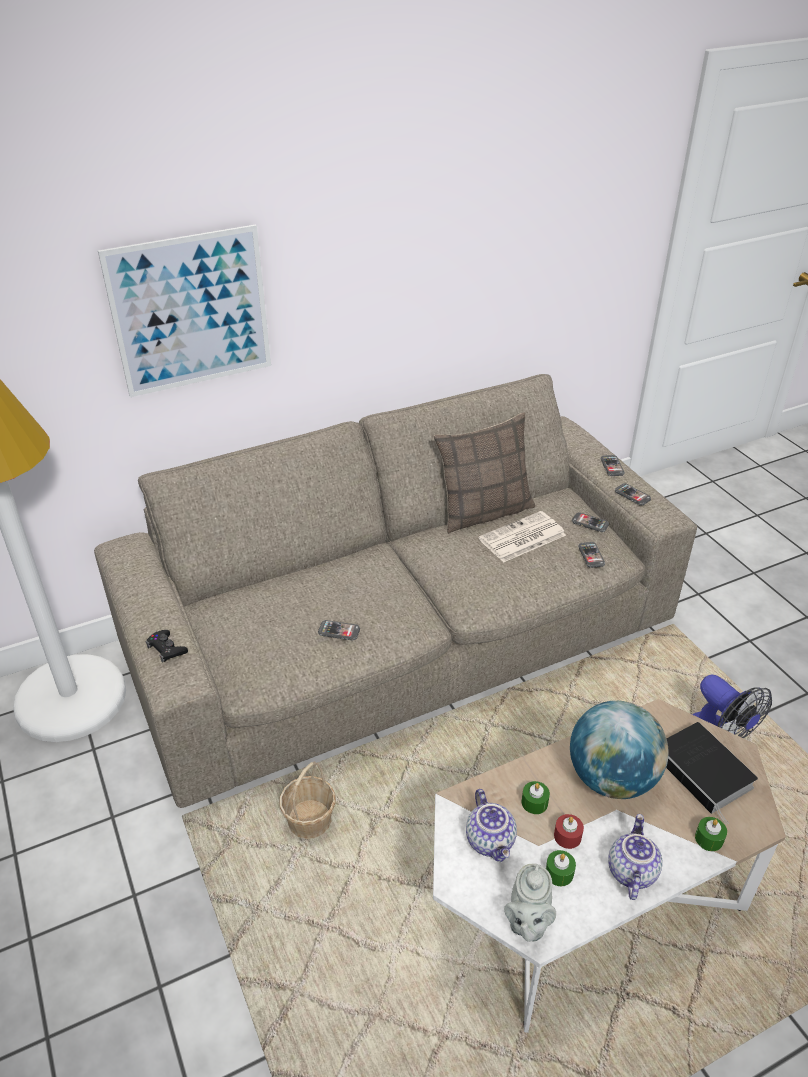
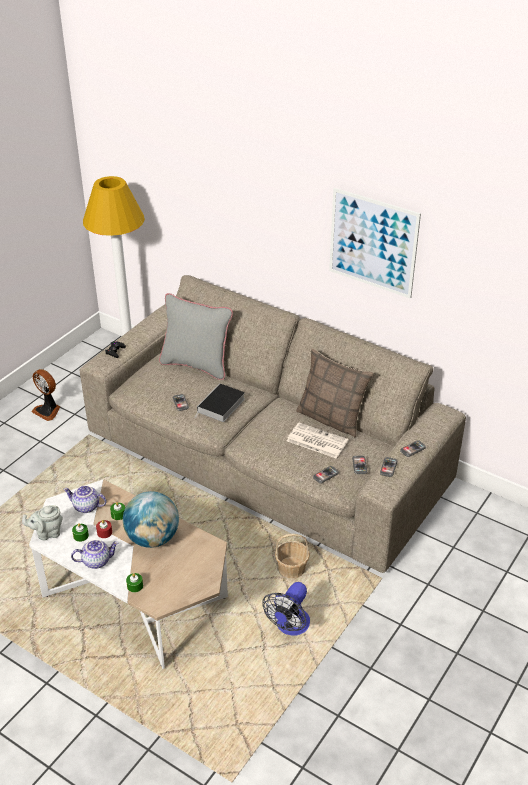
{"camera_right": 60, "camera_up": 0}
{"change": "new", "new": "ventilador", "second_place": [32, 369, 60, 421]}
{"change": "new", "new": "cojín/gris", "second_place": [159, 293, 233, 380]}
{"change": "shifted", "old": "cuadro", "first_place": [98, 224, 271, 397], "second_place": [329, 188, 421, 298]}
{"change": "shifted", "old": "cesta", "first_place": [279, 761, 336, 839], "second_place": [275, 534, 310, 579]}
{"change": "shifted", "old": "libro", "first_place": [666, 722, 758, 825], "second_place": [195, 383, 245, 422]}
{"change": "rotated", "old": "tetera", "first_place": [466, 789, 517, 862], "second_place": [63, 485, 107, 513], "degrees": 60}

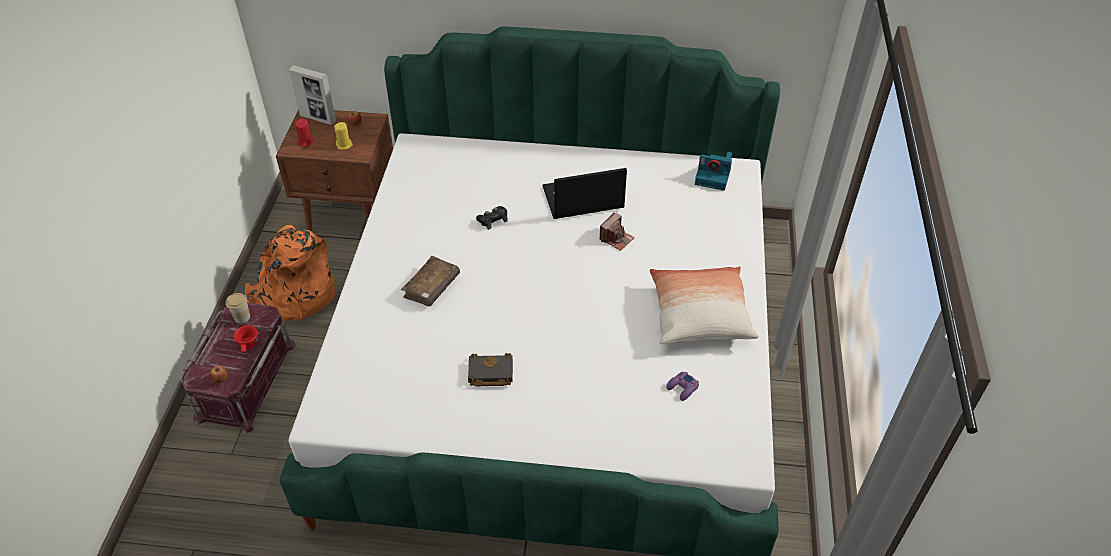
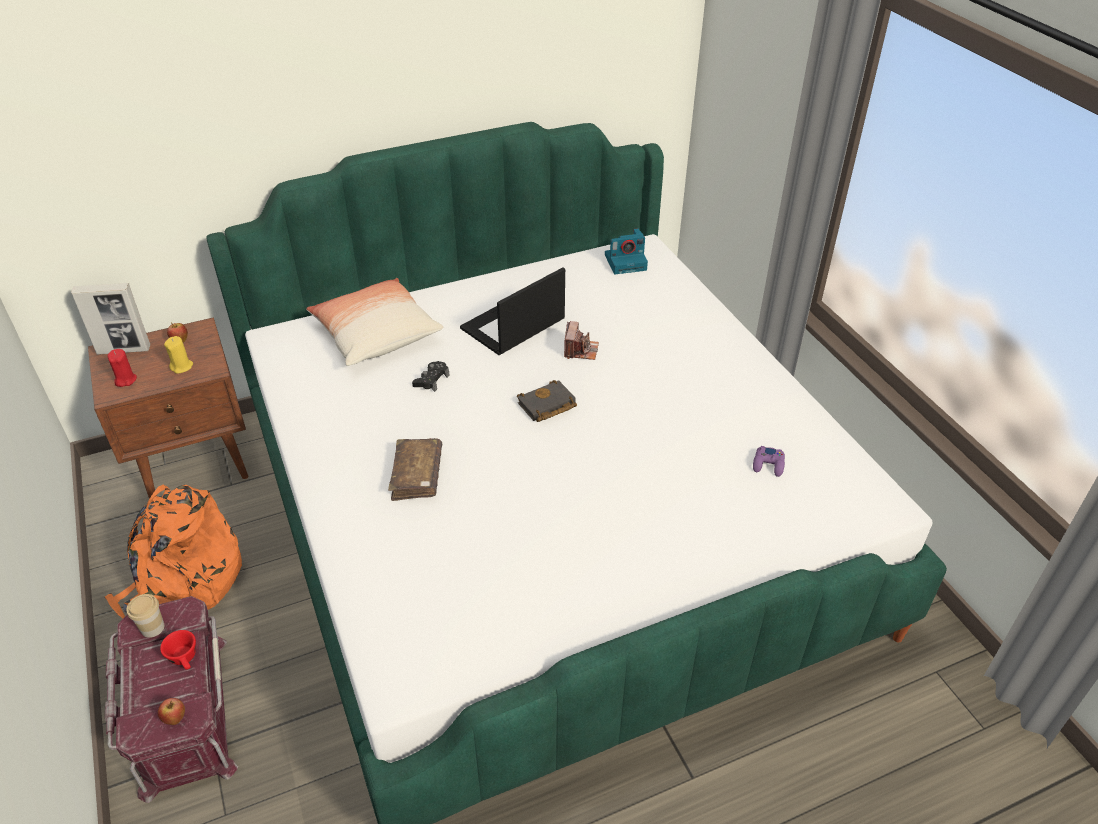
{"camera_right": -30, "camera_up": -5}
{"change": "shifted", "old": "libro/negro", "first_place": [468, 353, 513, 386], "second_place": [517, 380, 577, 422]}
{"change": "shifted", "old": "cojín", "first_place": [650, 266, 759, 344], "second_place": [306, 278, 443, 366]}

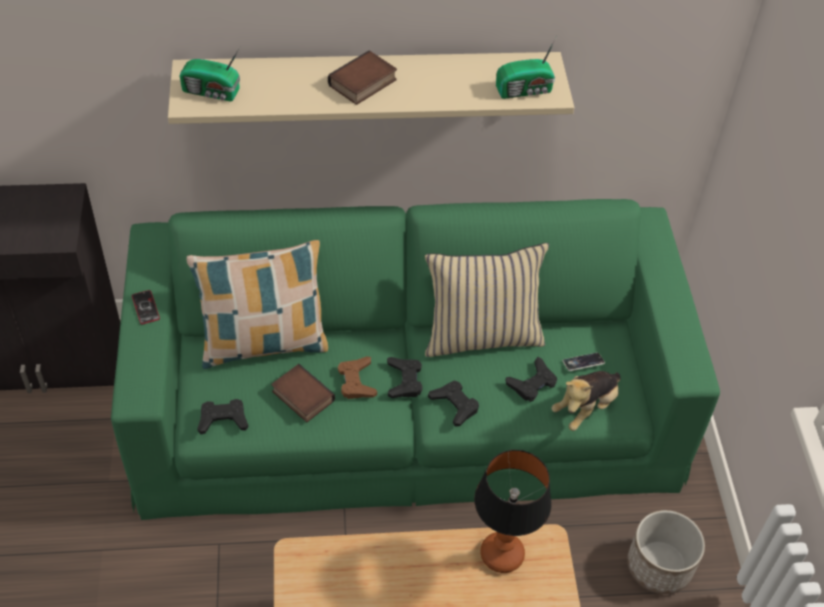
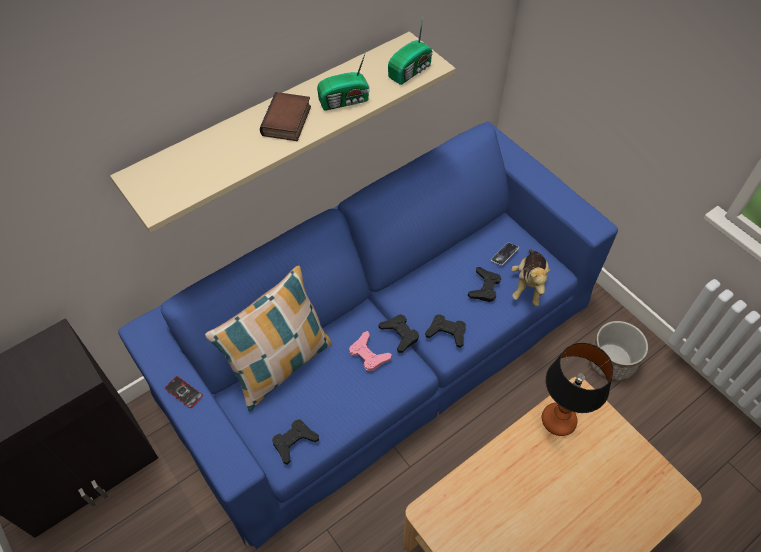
{"camera_right": -30, "camera_up": 5}
{"change": "gone", "old": "libro", "first_place": [271, 364, 335, 422]}
{"change": "gone", "old": "cojín/beis", "first_place": [425, 243, 549, 357]}
{"change": "shifted", "old": "radio", "first_place": [180, 46, 241, 101], "second_place": [317, 51, 370, 111]}
{"change": "repainted", "old": "sofá/verde", "new": "sofá/azul", "first_place": [111, 199, 720, 520], "second_place": [118, 121, 618, 549]}
{"change": "repainted", "old": "mando de consola/marrón", "new": "mando de consola/rosa", "first_place": [338, 356, 377, 399], "second_place": [349, 331, 392, 371]}

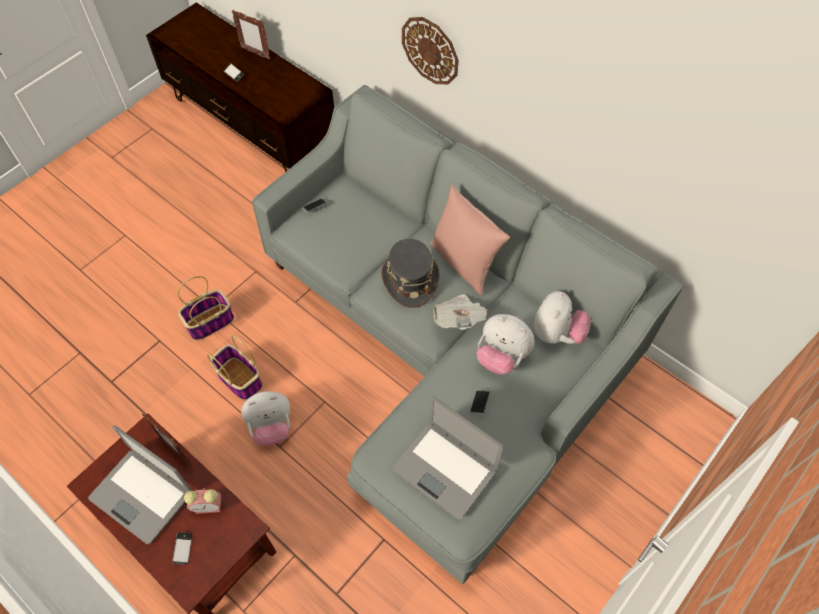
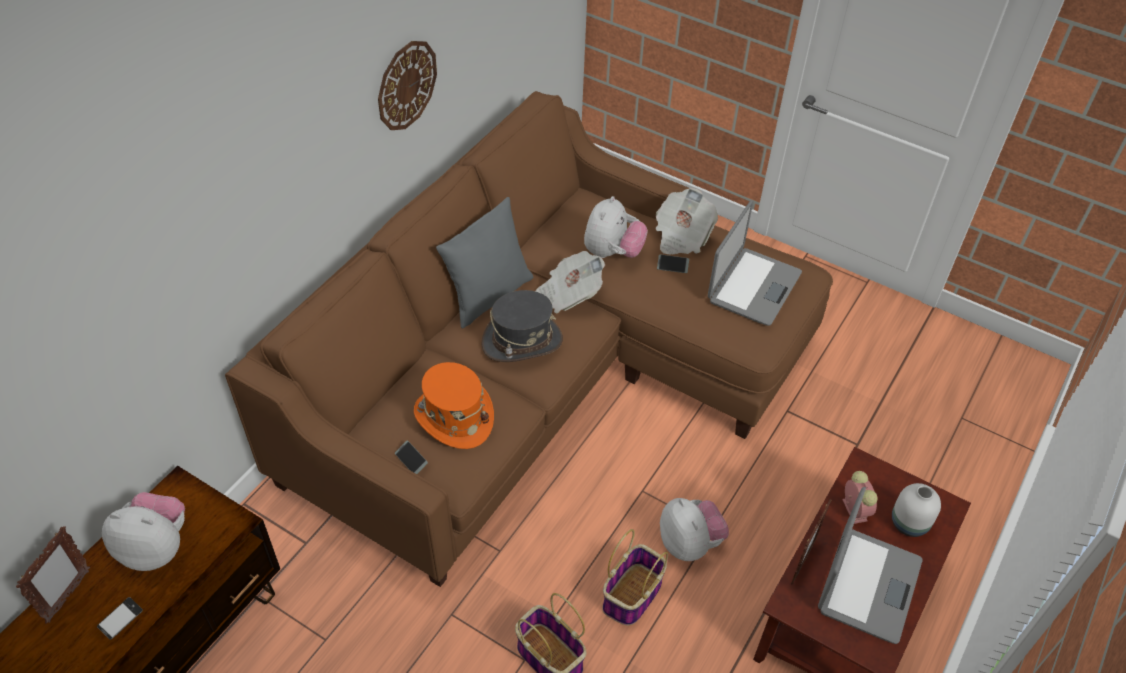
{"camera_right": -100, "camera_up": -10}
{"change": "new", "new": "sombrero/naranja", "second_place": [414, 362, 494, 449]}
{"change": "new", "new": "periódico", "second_place": [656, 188, 718, 255]}
{"change": "shifted", "old": "reloj de pared", "first_place": [402, 17, 459, 85], "second_place": [378, 41, 437, 130]}
{"change": "shifted", "old": "peluche", "first_place": [534, 291, 591, 344], "second_place": [102, 492, 185, 571]}
{"change": "swapped", "old": "móvil", "new": "florero/blanco", "first_place": [172, 532, 192, 565], "second_place": [892, 483, 941, 537]}
{"change": "repainted", "old": "sofá/gris", "new": "sofá/marrón", "first_place": [252, 85, 684, 584], "second_place": [225, 91, 833, 587]}
{"change": "repainted", "old": "cojín/rosa", "new": "cojín/gris", "first_place": [431, 184, 510, 296], "second_place": [436, 197, 533, 328]}

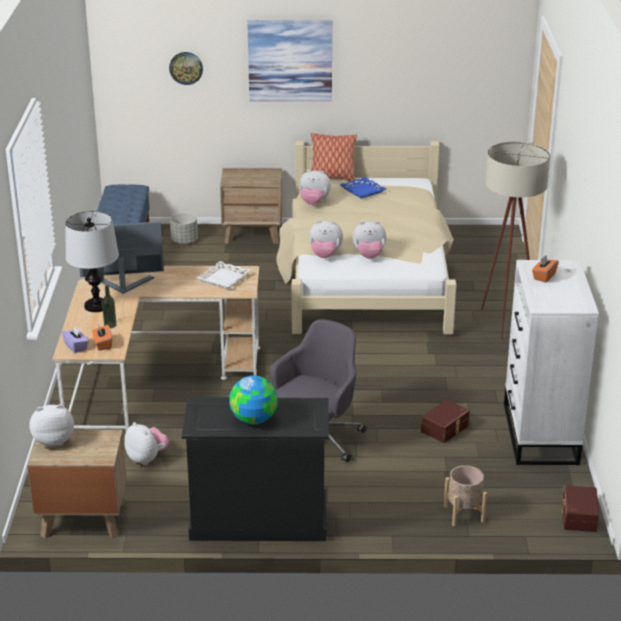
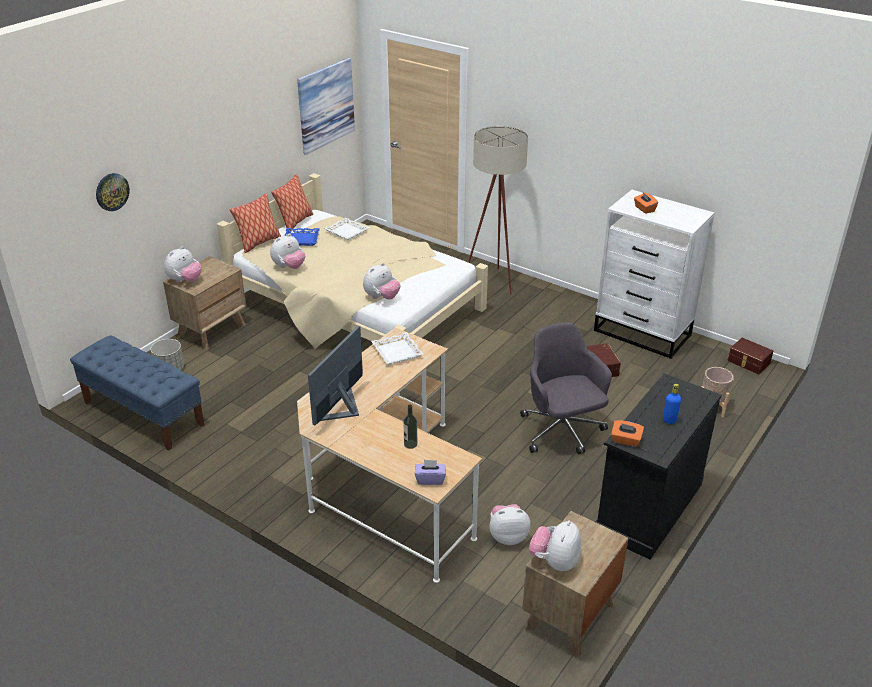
{"camera_right": -55, "camera_up": 5}
{"change": "gone", "old": "lámpara de mesa", "first_place": [66, 211, 119, 312]}
{"change": "new", "new": "cojín", "second_place": [271, 174, 313, 231]}
{"change": "new", "new": "bandeja/blanco", "second_place": [324, 218, 369, 240]}
{"change": "shifted", "old": "caja de pañuelos/naranja", "first_place": [92, 324, 112, 350], "second_place": [611, 420, 644, 447]}
{"change": "shifted", "old": "cuadro", "first_place": [247, 20, 332, 102], "second_place": [297, 58, 355, 155]}
{"change": "shifted", "old": "peluche", "first_place": [352, 221, 386, 259], "second_place": [164, 246, 202, 283]}
{"change": "swapped", "old": "globo terráqueo", "new": "botella/azul", "first_place": [229, 376, 278, 424], "second_place": [663, 384, 681, 424]}

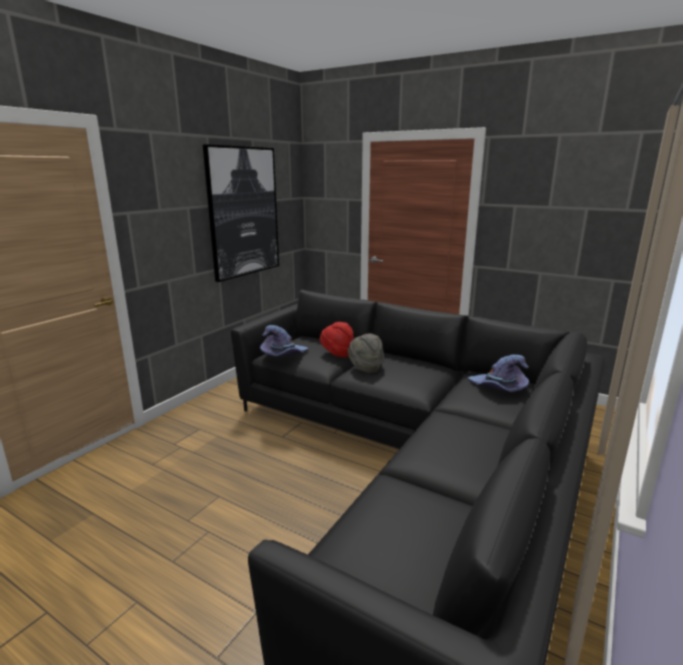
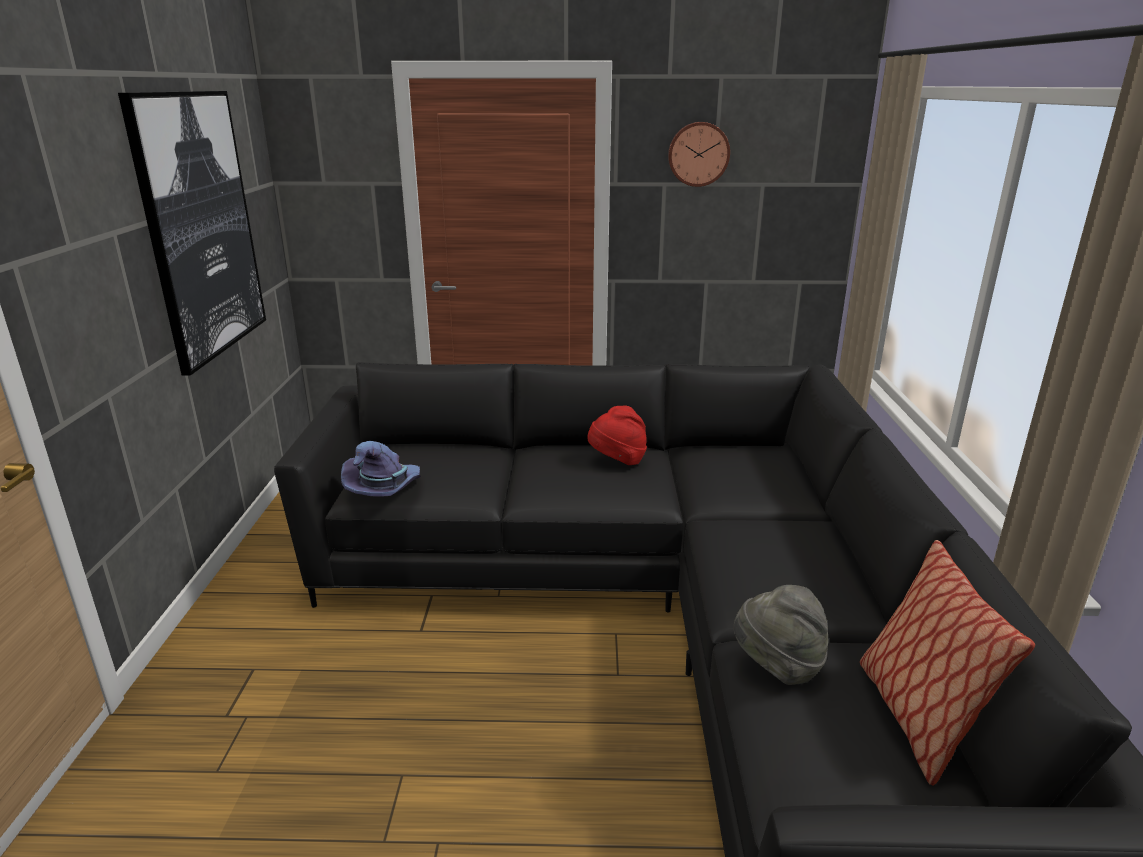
{"camera_right": -30, "camera_up": 5}
{"change": "gone", "old": "sombrero/morado", "first_place": [468, 355, 529, 392]}
{"change": "new", "new": "reloj de pared", "second_place": [668, 122, 730, 187]}
{"change": "new", "new": "cojín", "second_place": [860, 540, 1035, 785]}
{"change": "shifted", "old": "sombrero/rojo", "first_place": [319, 322, 354, 358], "second_place": [587, 406, 647, 465]}
{"change": "shifted", "old": "sombrero/gris", "first_place": [348, 333, 384, 373], "second_place": [734, 585, 829, 685]}

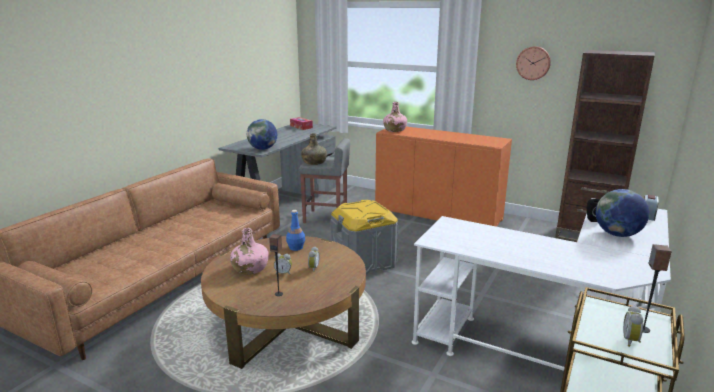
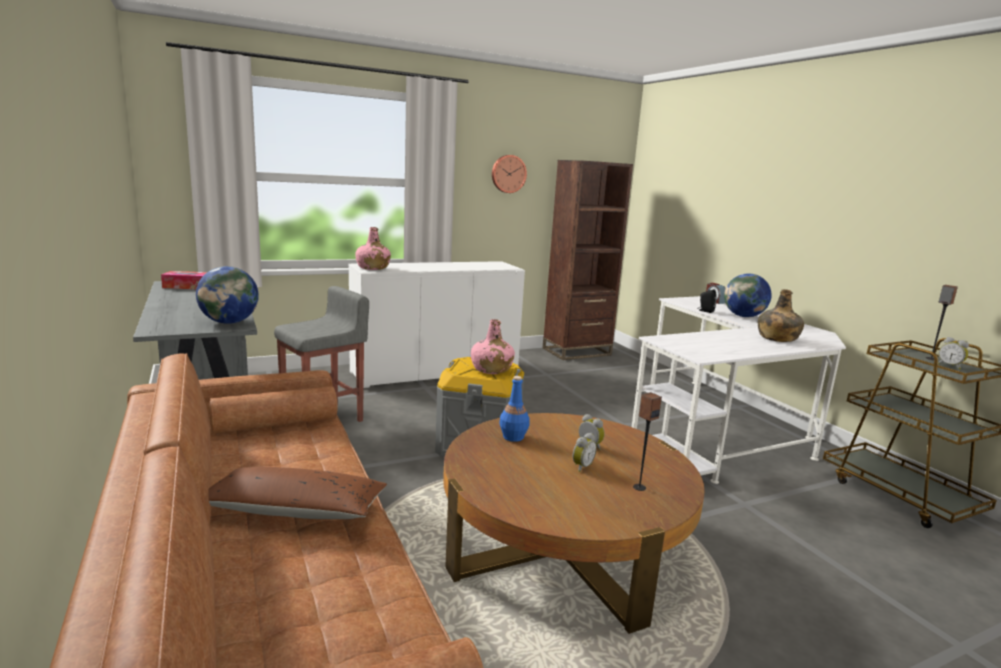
{"camera_right": -55, "camera_up": -5}
{"change": "new", "new": "cojín/marrón", "second_place": [209, 467, 387, 519]}
{"change": "shifted", "old": "botella/rosa", "first_place": [230, 228, 269, 275], "second_place": [471, 319, 515, 374]}
{"change": "shifted", "old": "botella/verde", "first_place": [301, 133, 327, 165], "second_place": [758, 289, 804, 342]}
{"change": "repainted", "old": "armario/naranja", "new": "armario/blanco", "first_place": [375, 127, 512, 227], "second_place": [349, 261, 525, 388]}

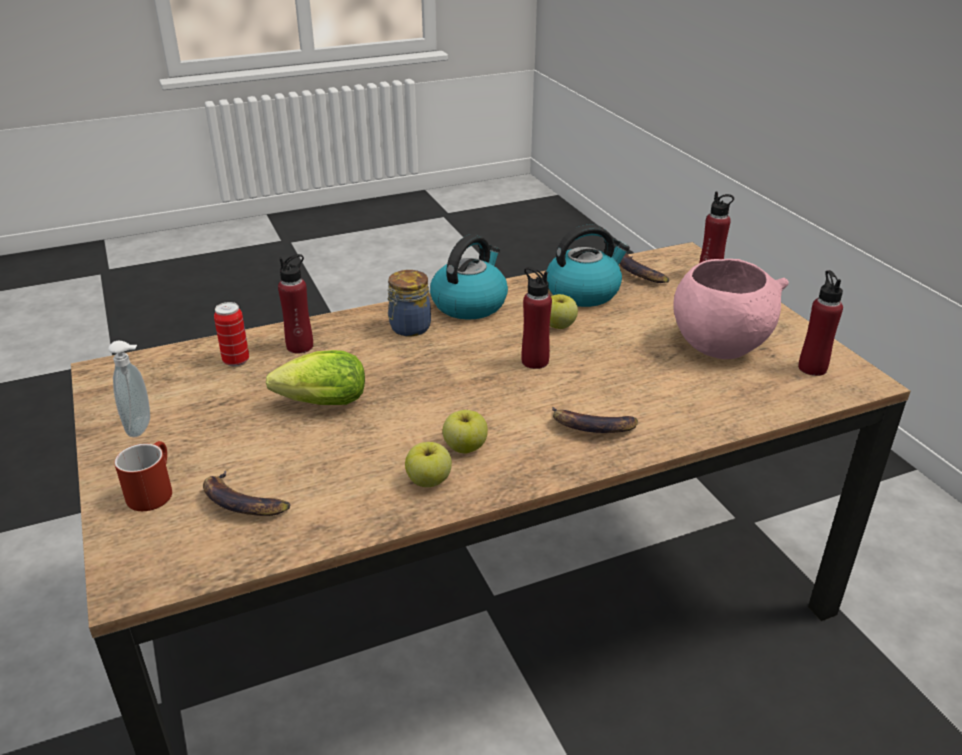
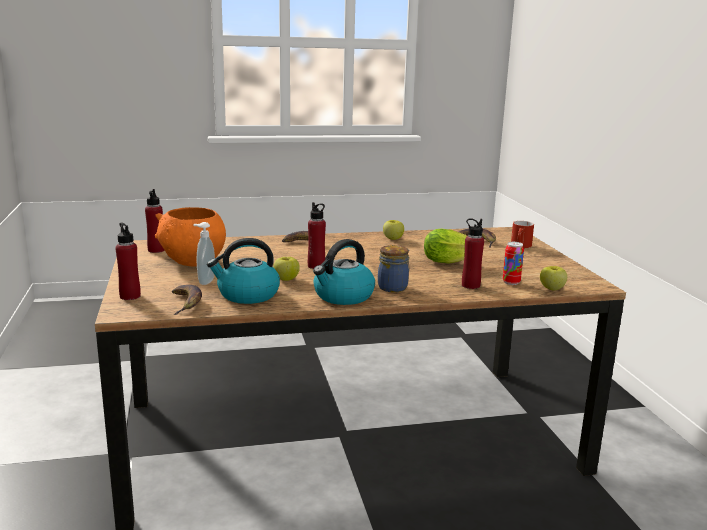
{"camera_right": -170, "camera_up": -15}
{"change": "shifted", "old": "dispensador de jabón", "first_place": [108, 341, 150, 437], "second_place": [193, 222, 215, 285]}
{"change": "shifted", "old": "manzana", "first_place": [443, 410, 488, 453], "second_place": [540, 266, 567, 290]}
{"change": "repainted", "old": "cuenco/rosa", "new": "cuenco/naranja", "first_place": [673, 259, 789, 359], "second_place": [155, 207, 226, 266]}

